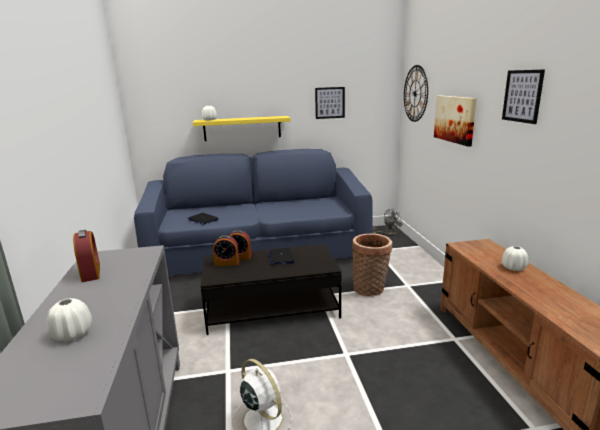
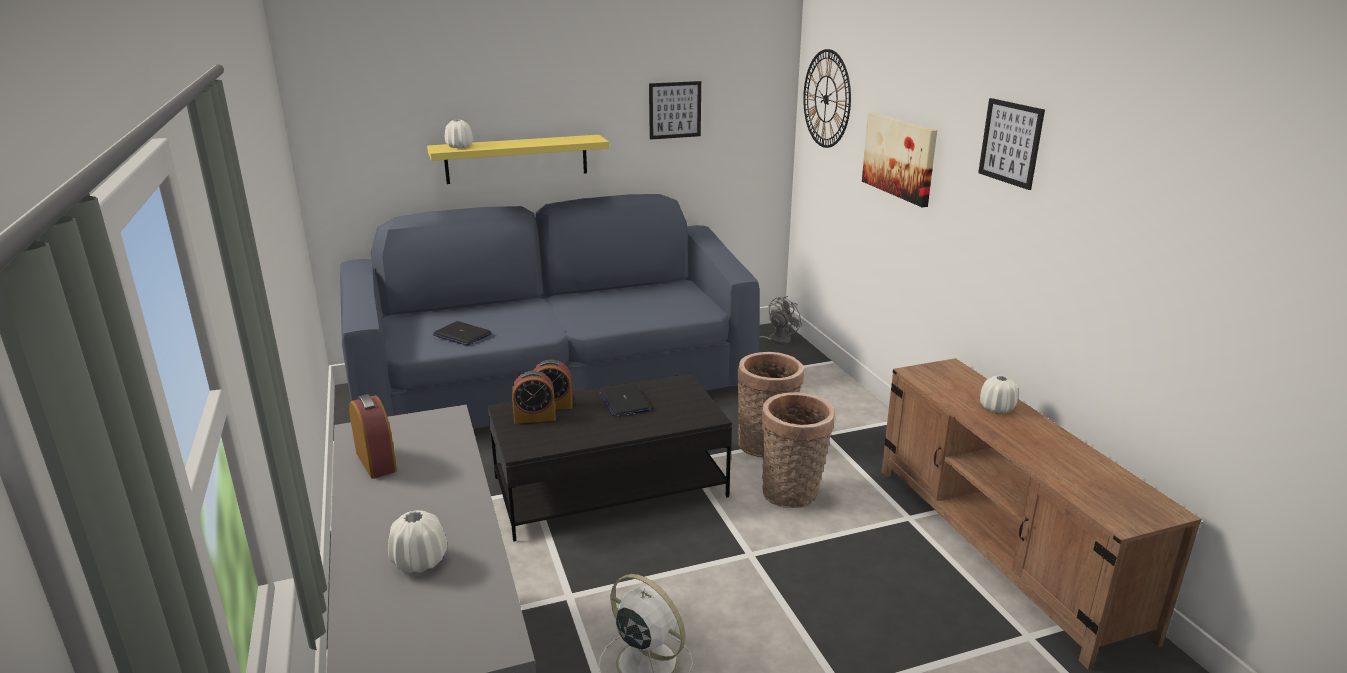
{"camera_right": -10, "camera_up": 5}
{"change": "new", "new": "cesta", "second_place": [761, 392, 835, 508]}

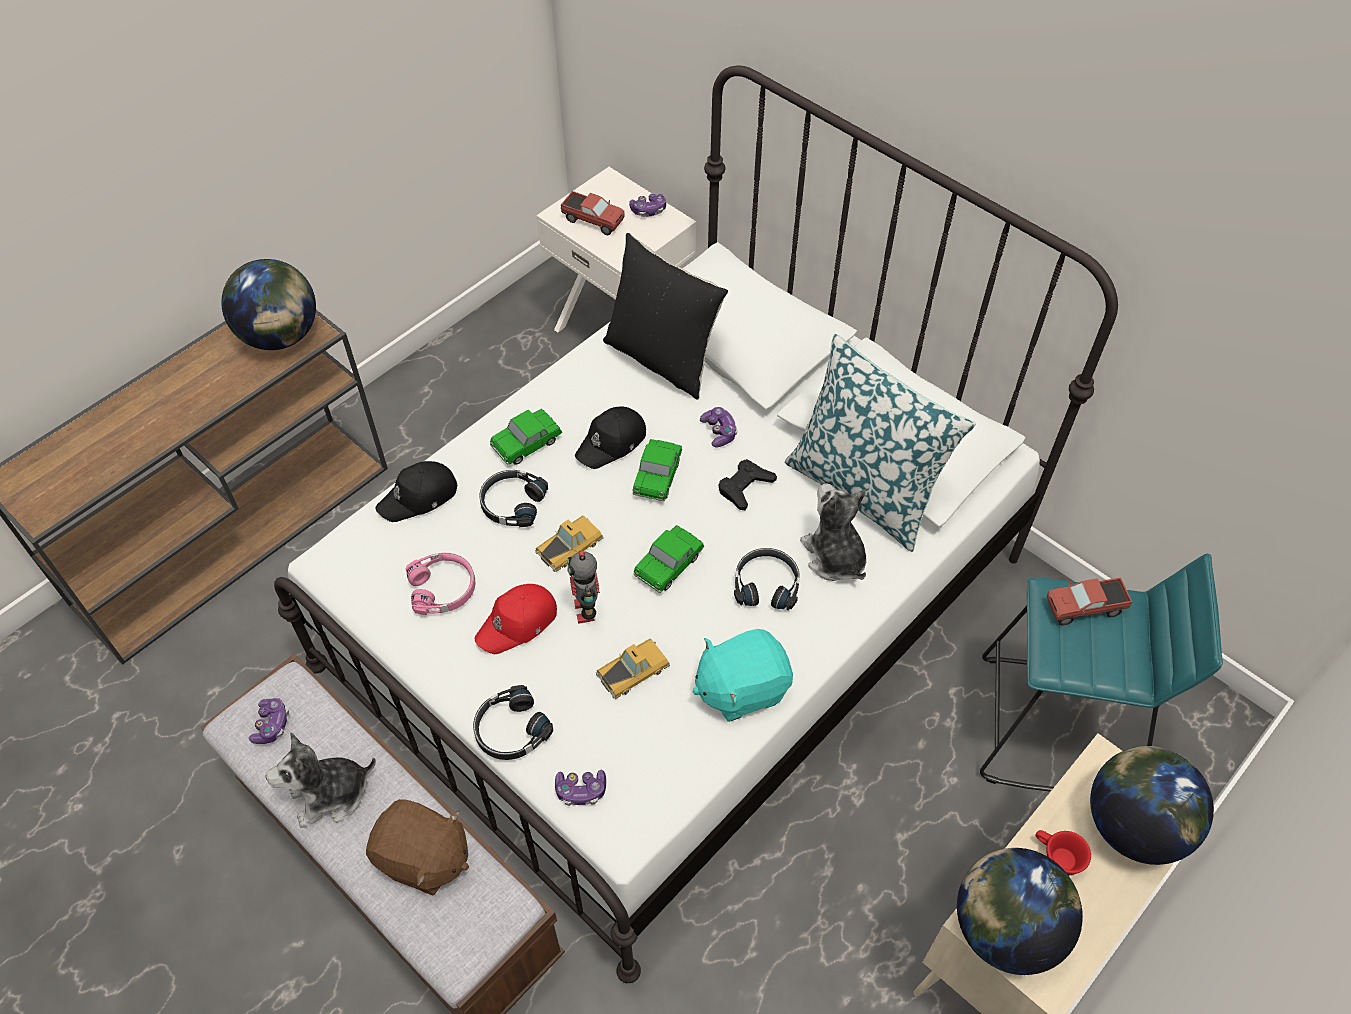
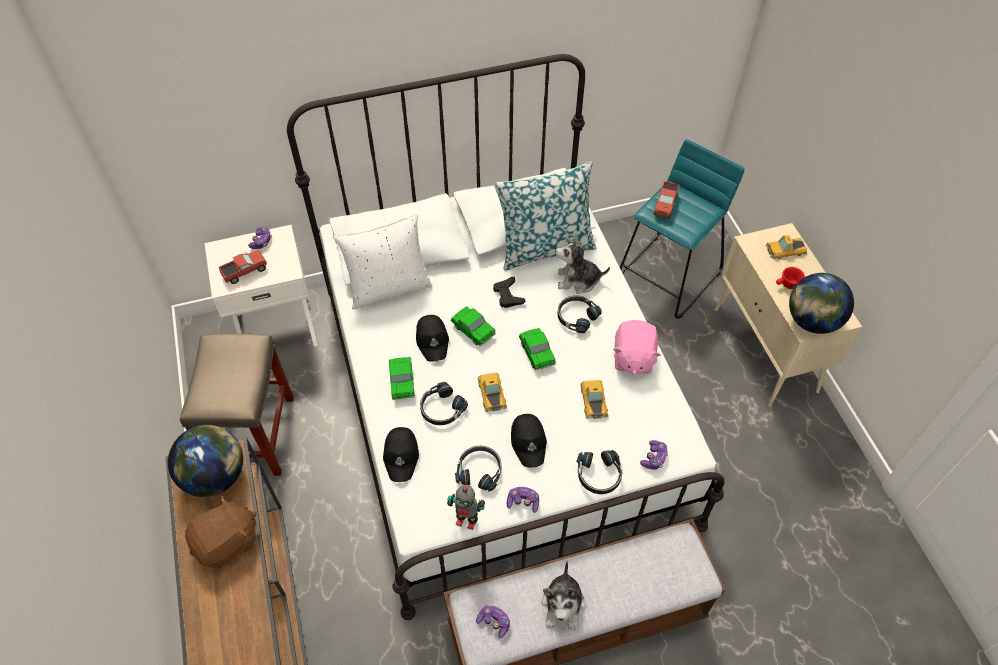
{"camera_right": -60, "camera_up": 0}
{"change": "new", "new": "taburete/beis", "second_place": [180, 333, 294, 476]}
{"change": "shifted", "old": "peluche/marrón", "first_place": [366, 799, 469, 896], "second_place": [185, 496, 257, 569]}
{"change": "shifted", "old": "robot de juguete", "first_place": [567, 551, 600, 624], "second_place": [447, 485, 485, 530]}
{"change": "shifted", "old": "mando de consola", "first_place": [700, 407, 738, 447], "second_place": [507, 487, 539, 513]}
{"change": "swapped", "old": "globo terráqueo", "new": "coche de juguete", "first_place": [1090, 746, 1214, 865], "second_place": [766, 235, 807, 259]}
{"change": "repainted", "old": "auriculares/rosa", "new": "auriculares/negro", "first_place": [406, 553, 475, 615], "second_place": [455, 446, 501, 491]}
{"change": "repainted", "old": "gorra/rojo", "new": "gorra/negro", "first_place": [475, 584, 557, 654], "second_place": [511, 414, 547, 468]}
{"change": "repainted", "old": "cojín/negro", "new": "cojín/blanco", "first_place": [603, 233, 728, 400], "second_place": [333, 214, 432, 310]}
{"change": "repainted", "old": "peluche/turquesa", "new": "peluche/rosa", "first_place": [692, 629, 793, 722], "second_place": [613, 320, 661, 375]}

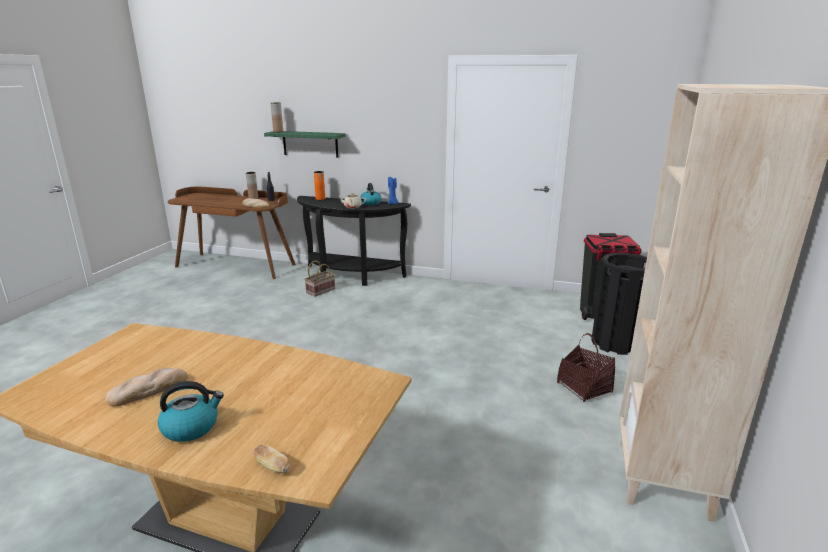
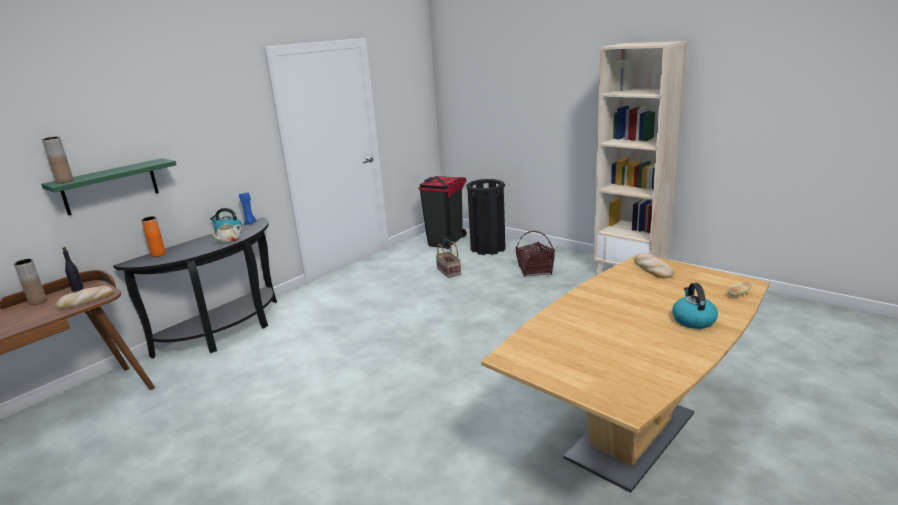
{"camera_right": -65, "camera_up": 0}
{"change": "shifted", "old": "pan", "first_place": [105, 368, 188, 406], "second_place": [634, 253, 674, 279]}
{"change": "shifted", "old": "cesta", "first_place": [305, 261, 335, 297], "second_place": [436, 241, 461, 278]}

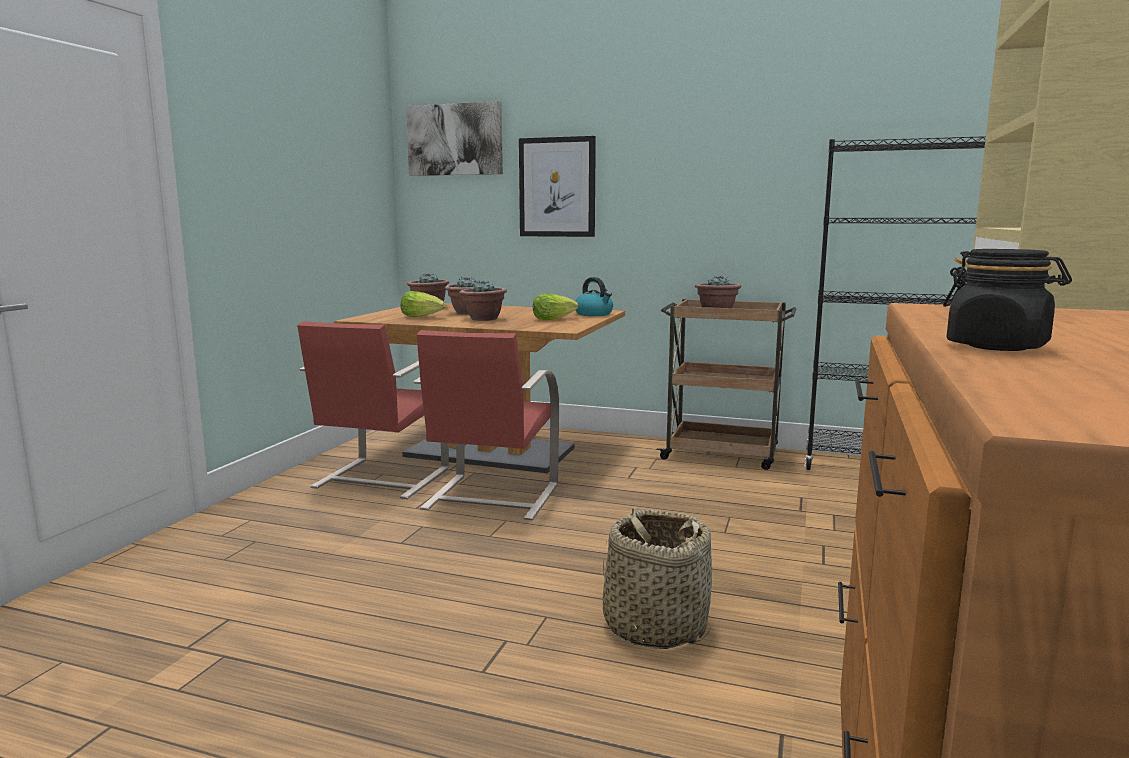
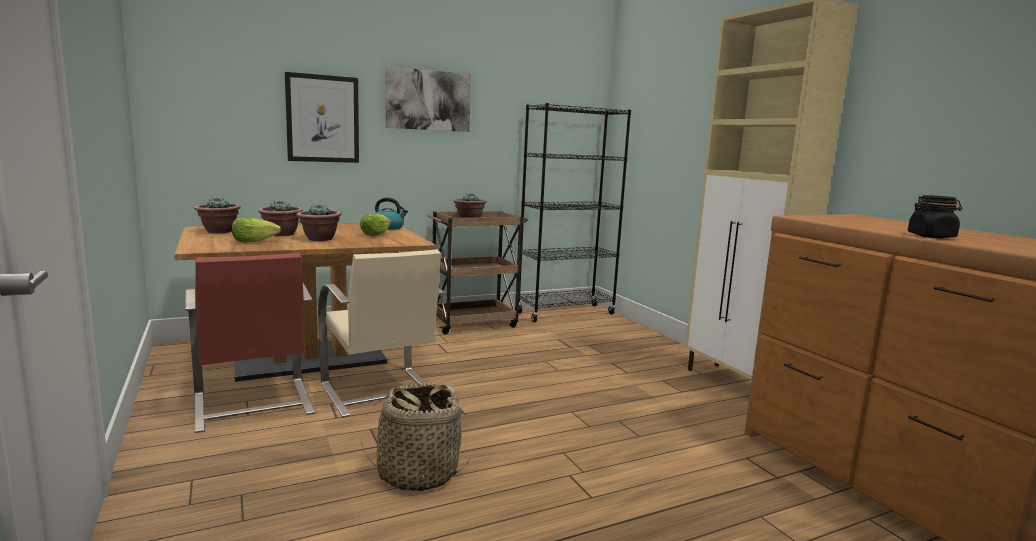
{"camera_right": -45, "camera_up": 0}
{"change": "shifted", "old": "cuadro", "first_place": [406, 101, 503, 176], "second_place": [386, 66, 471, 132]}
{"change": "shifted", "old": "cesta", "first_place": [603, 508, 714, 649], "second_place": [360, 383, 469, 491]}
{"change": "repainted", "old": "silla/rojo", "new": "silla/beis", "first_place": [413, 330, 559, 520], "second_place": [318, 249, 444, 417]}

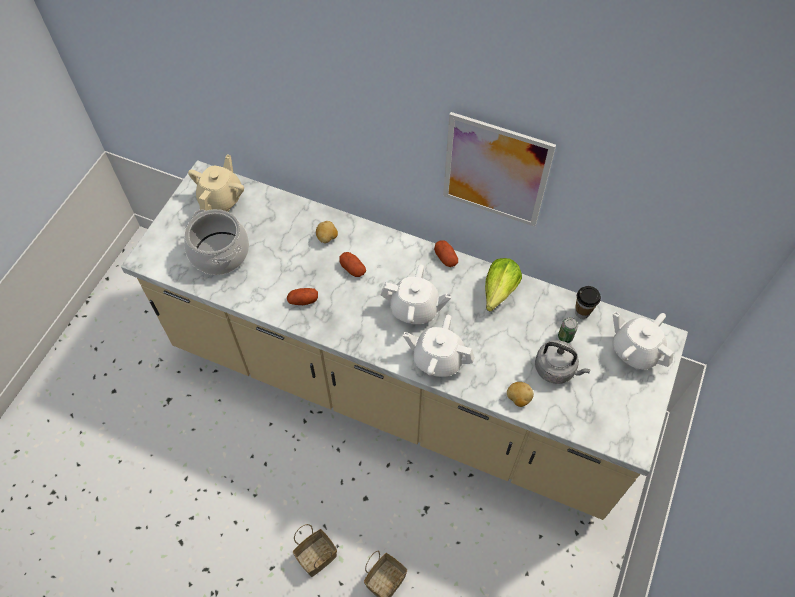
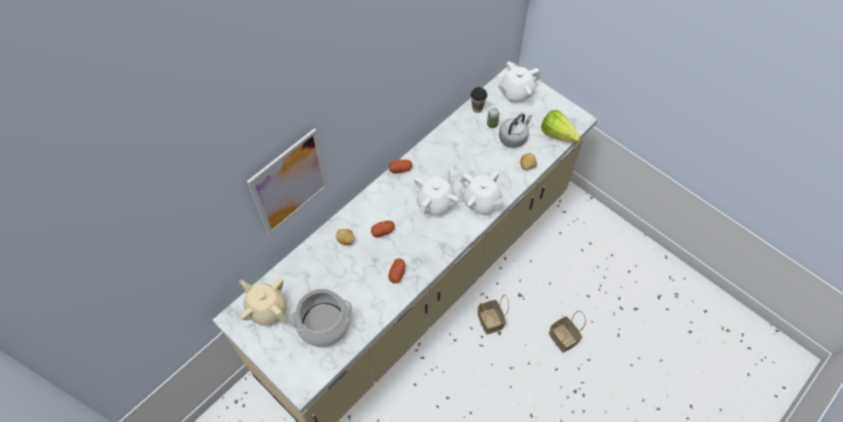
{"camera_right": -70, "camera_up": 0}
{"change": "shifted", "old": "cesta", "first_place": [293, 524, 337, 577], "second_place": [478, 295, 509, 334]}
{"change": "shifted", "old": "cuadro", "first_place": [443, 112, 556, 227], "second_place": [247, 128, 328, 235]}
{"change": "shifted", "old": "lechuga", "first_place": [485, 258, 522, 312], "second_place": [541, 110, 581, 143]}
{"change": "rotated", "old": "tetera/blanco", "first_place": [403, 315, 475, 377], "second_place": [460, 171, 508, 215], "degrees": -90}

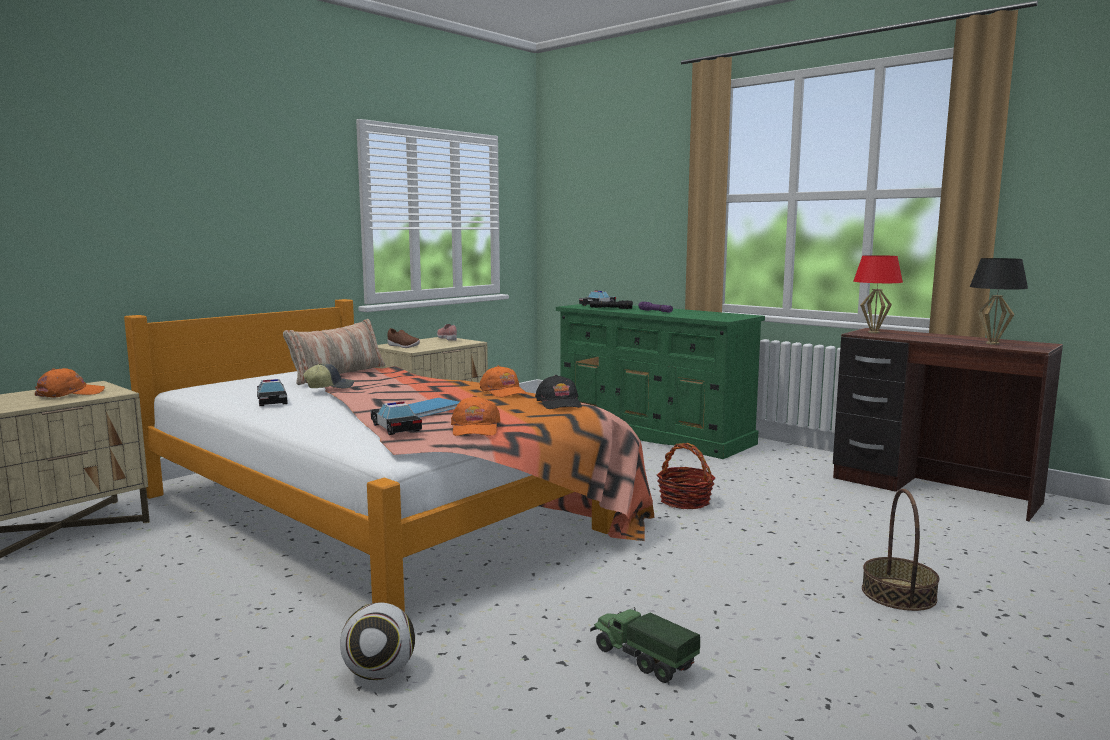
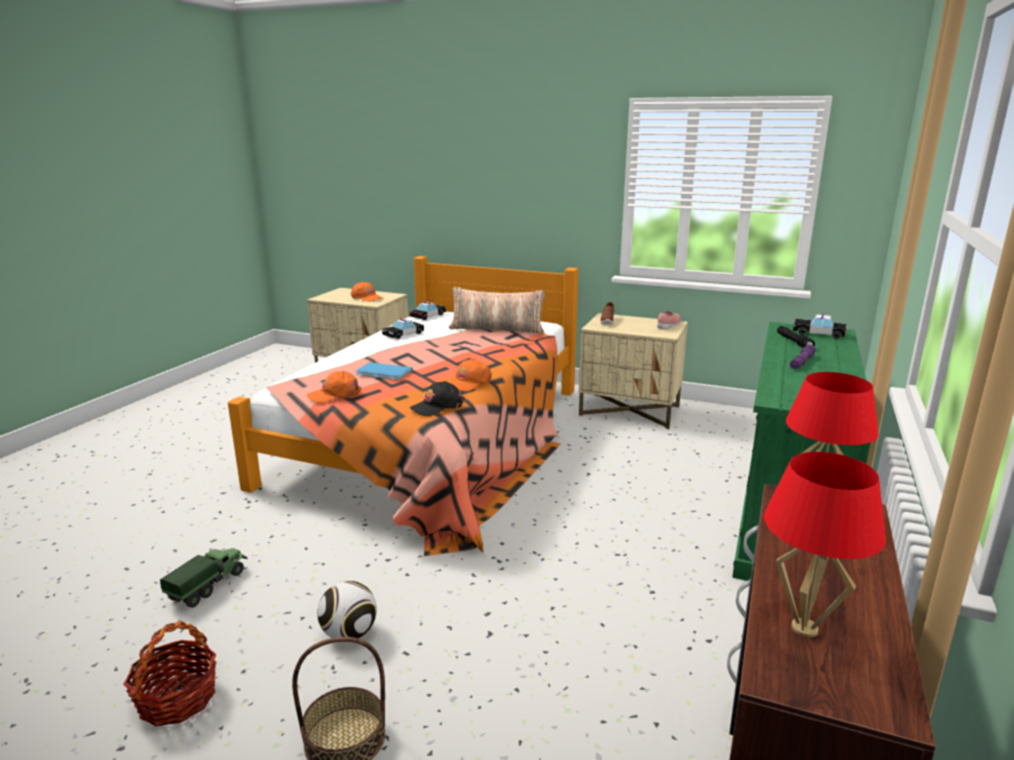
{"camera_right": 70, "camera_up": 10}
{"change": "gone", "old": "gorra", "first_place": [303, 363, 354, 389]}
{"change": "shifted", "old": "balón de fútbol", "first_place": [340, 602, 415, 680], "second_place": [317, 581, 377, 638]}
{"change": "shifted", "old": "coche de juguete", "first_place": [370, 401, 422, 435], "second_place": [409, 302, 446, 320]}
{"change": "shifted", "old": "cesta", "first_place": [657, 443, 715, 509], "second_place": [124, 620, 217, 727]}
{"change": "repainted", "old": "lámpara de mesa/negro", "new": "lámpara de mesa/rojo", "first_place": [970, 258, 1028, 345], "second_place": [764, 452, 886, 637]}

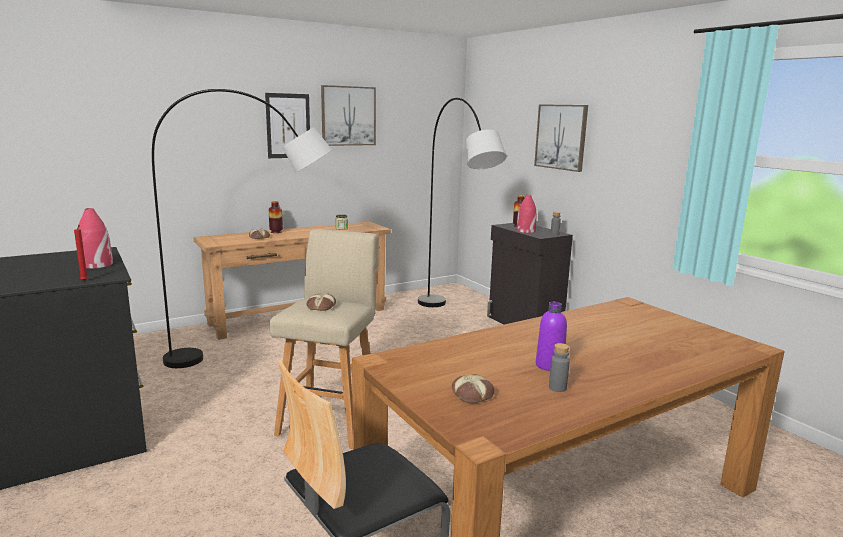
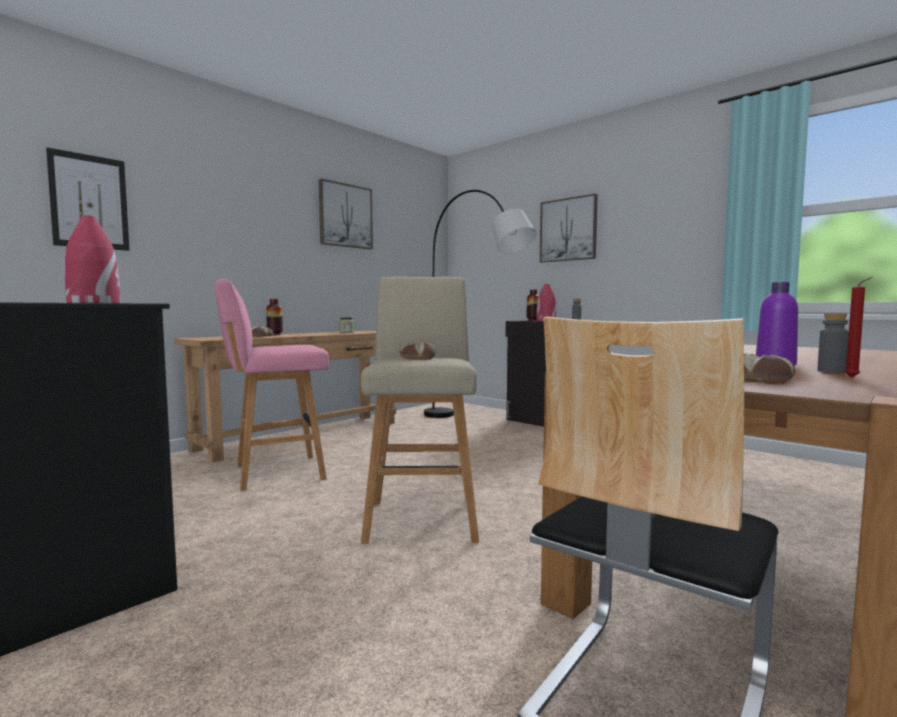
{"camera_right": -15, "camera_up": -10}
{"change": "shifted", "old": "vela/rojo", "first_place": [74, 225, 88, 281], "second_place": [845, 277, 872, 378]}
{"change": "shifted", "old": "cuadro", "first_place": [265, 93, 310, 158], "second_place": [46, 147, 130, 251]}
{"change": "swapped", "old": "lámpara de pie/gris", "new": "taburete/rosa", "first_place": [152, 89, 332, 368], "second_place": [215, 279, 329, 491]}

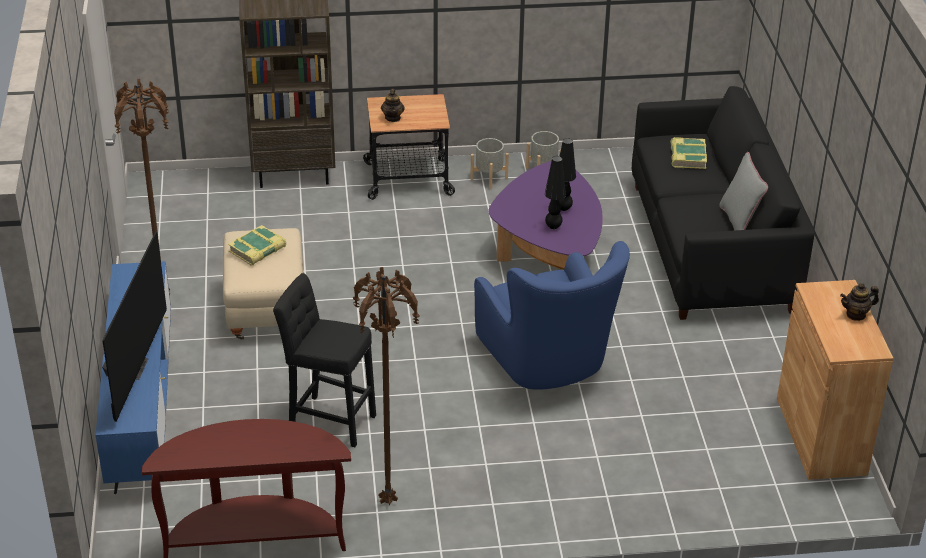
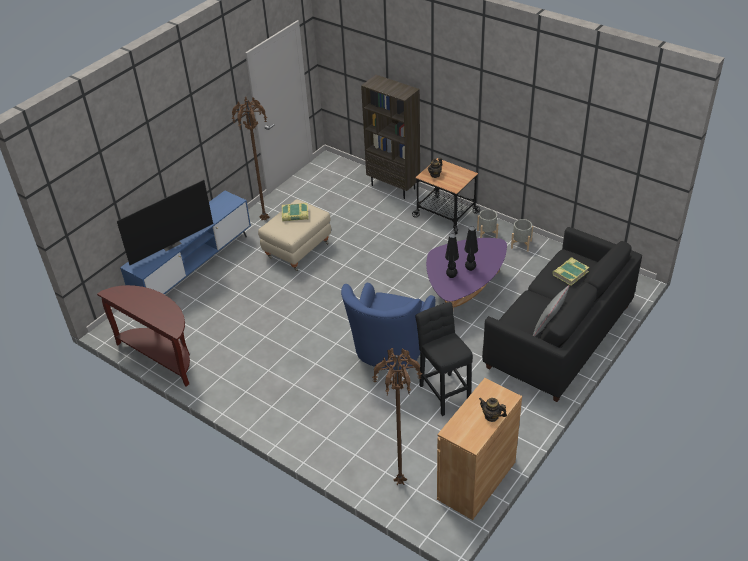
{"camera_right": 45, "camera_up": 5}
{"change": "shifted", "old": "taburete/negro", "first_place": [273, 273, 376, 447], "second_place": [415, 302, 473, 416]}
{"change": "shifted", "old": "lámpara de pie/marrón", "first_place": [353, 267, 420, 506], "second_place": [372, 348, 422, 485]}

